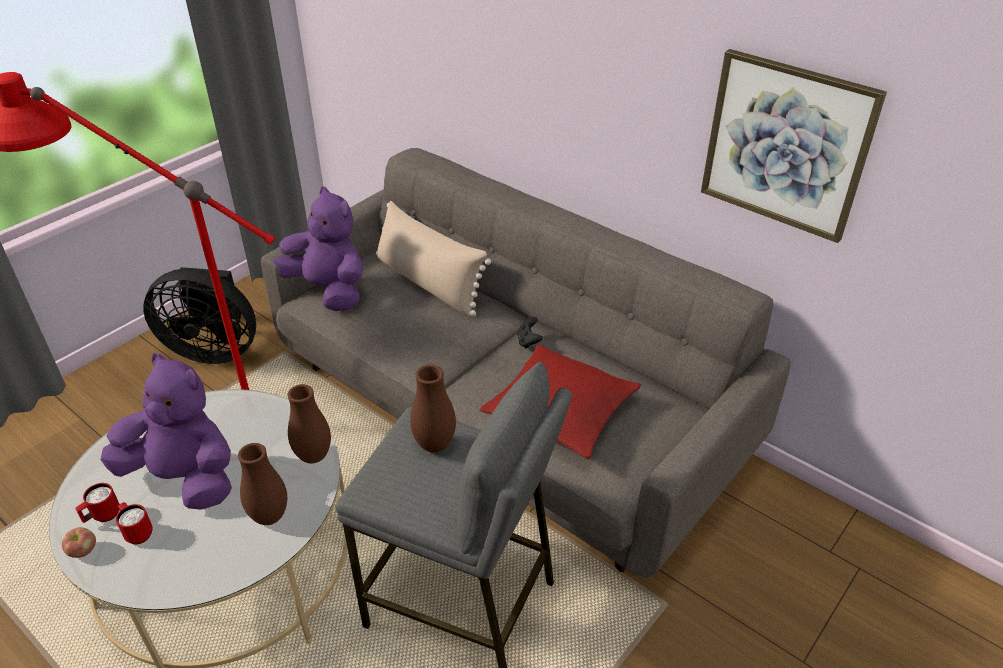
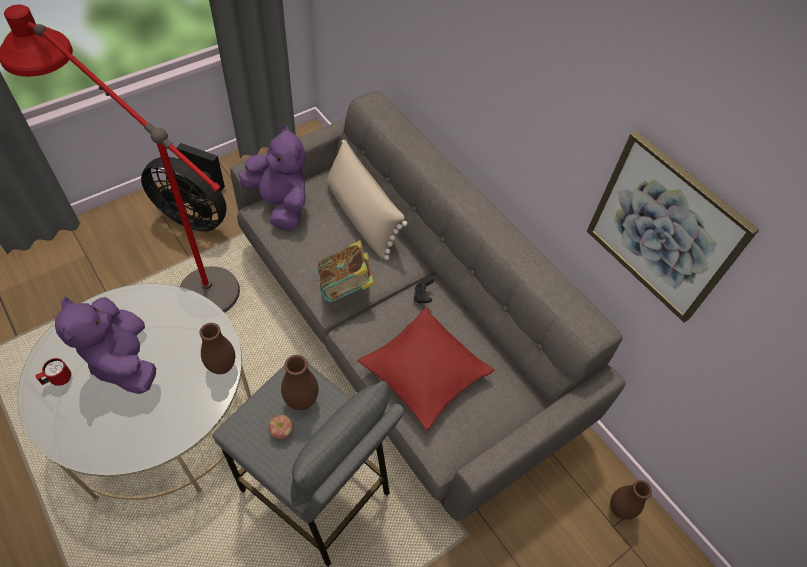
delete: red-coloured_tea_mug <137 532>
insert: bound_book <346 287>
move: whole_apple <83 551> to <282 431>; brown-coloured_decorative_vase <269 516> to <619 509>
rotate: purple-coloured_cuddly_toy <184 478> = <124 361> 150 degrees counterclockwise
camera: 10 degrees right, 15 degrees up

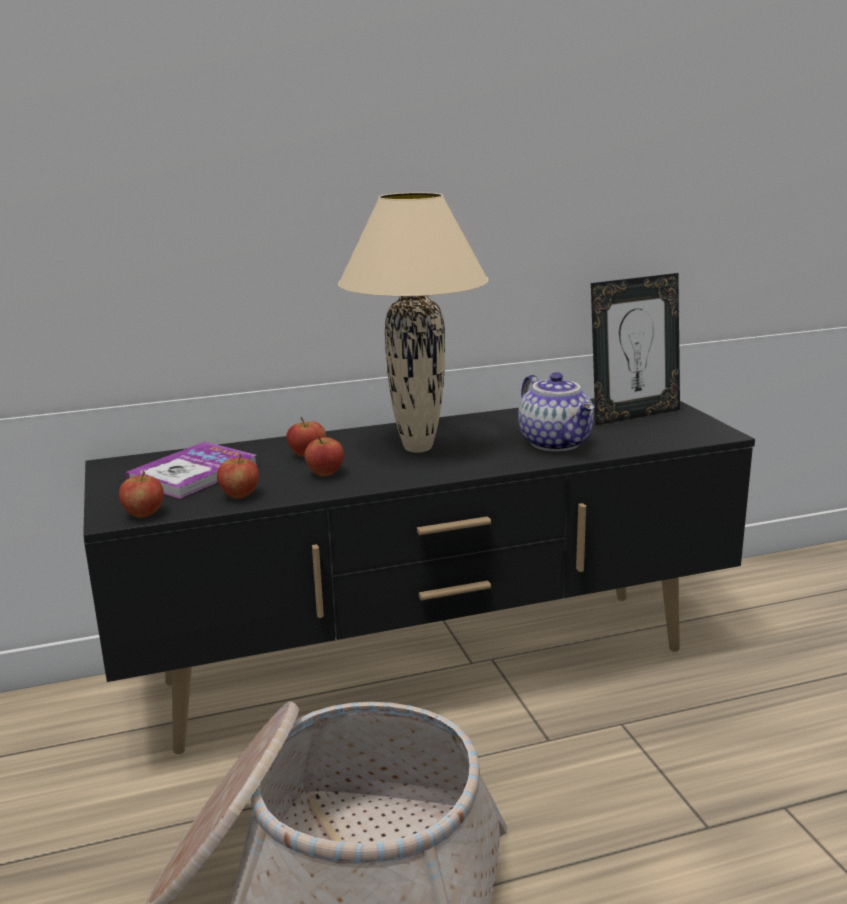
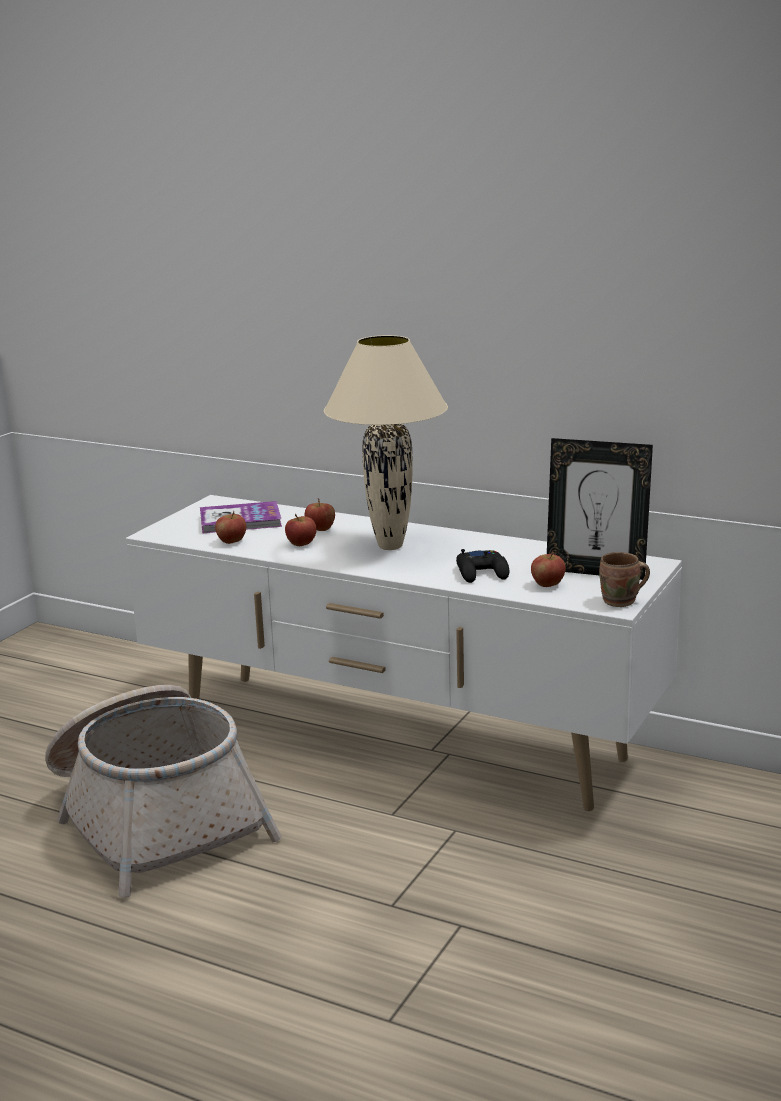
insert: brown-coloured_tea_mug <621 602>
move: whole_apple <143 514> to <547 584>
replace: pot_for_tea <557 443> to black_gamepad <482 573>
recolor: black_media_console <430 668> to whitish_media_console <399 740>
camera: 45 degrees right, 0 degrees up

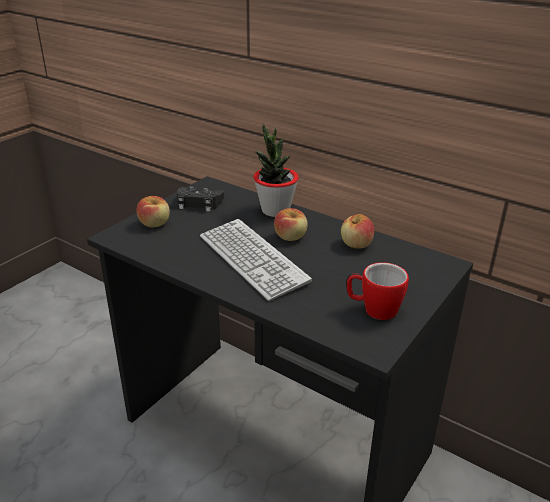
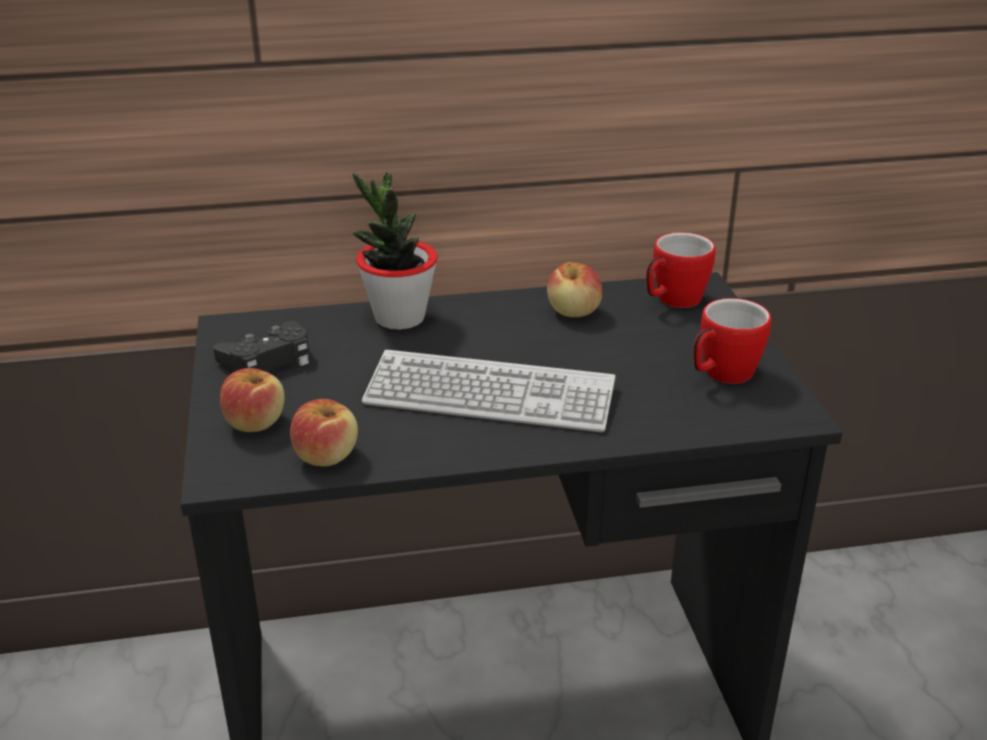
insert: tea_mug <672 301>
move: whole_apple <290 237> to <326 455>
camera: 45 degrees left, 0 degrees up

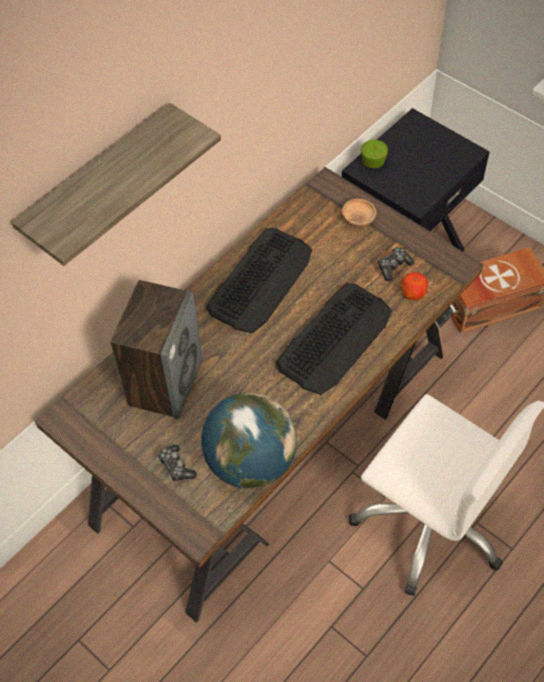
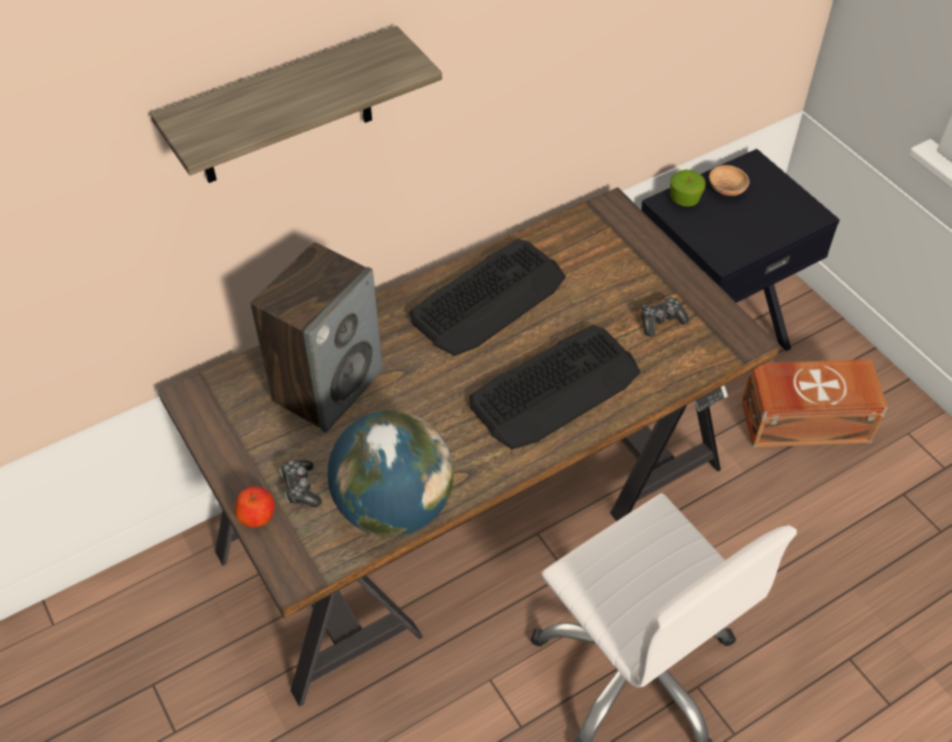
move: whole_apple <413 293> to <257 515>; brown-coloured_bowl <358 219> to <726 189>
camera: 15 degrees right, 5 degrees down

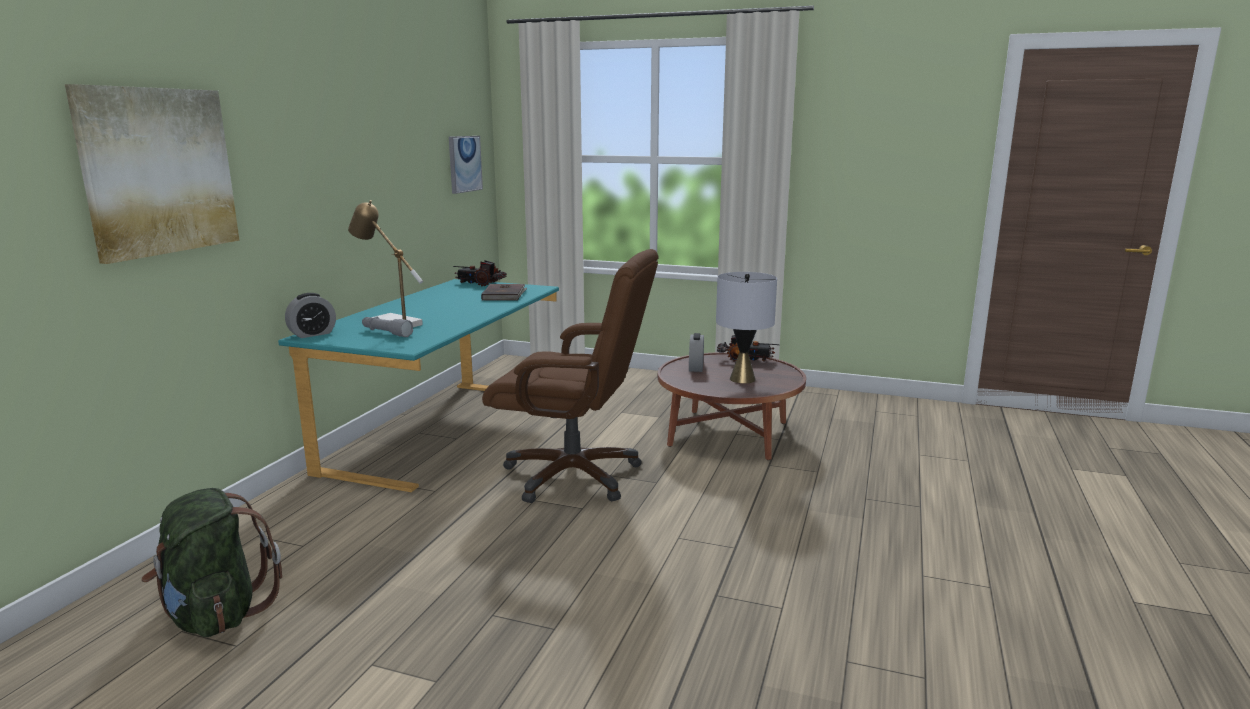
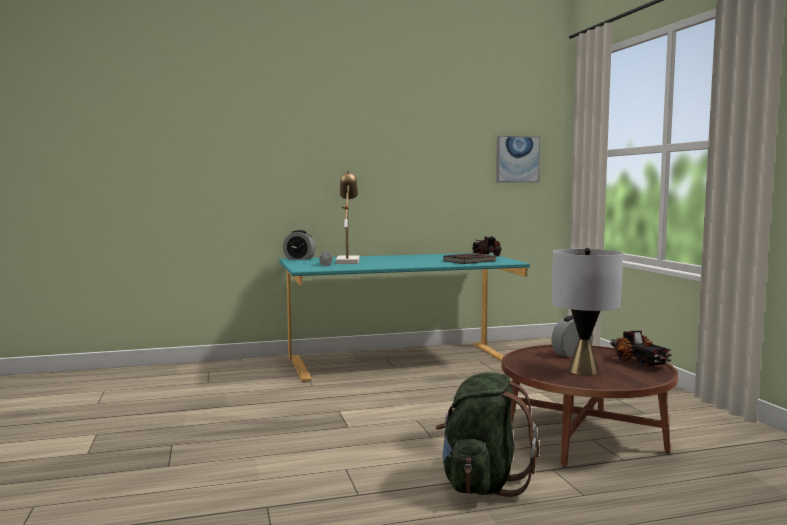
delete: wall_art <158 171>; brown-coloured_desk_chair <574 475>
move: greenish_backpack <216 615> to <482 484>
camera: 55 degrees right, 10 degrees down

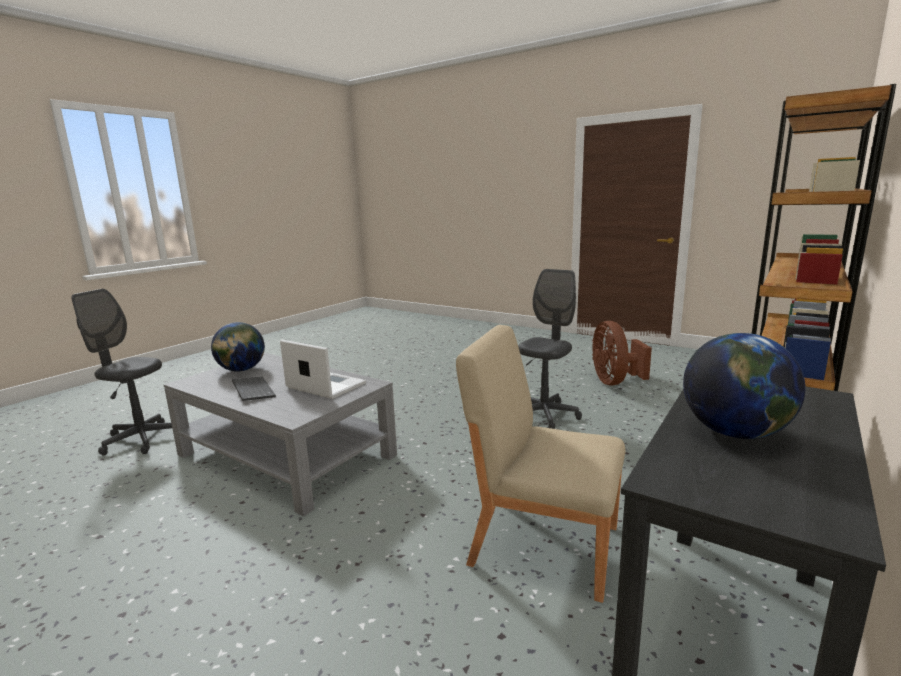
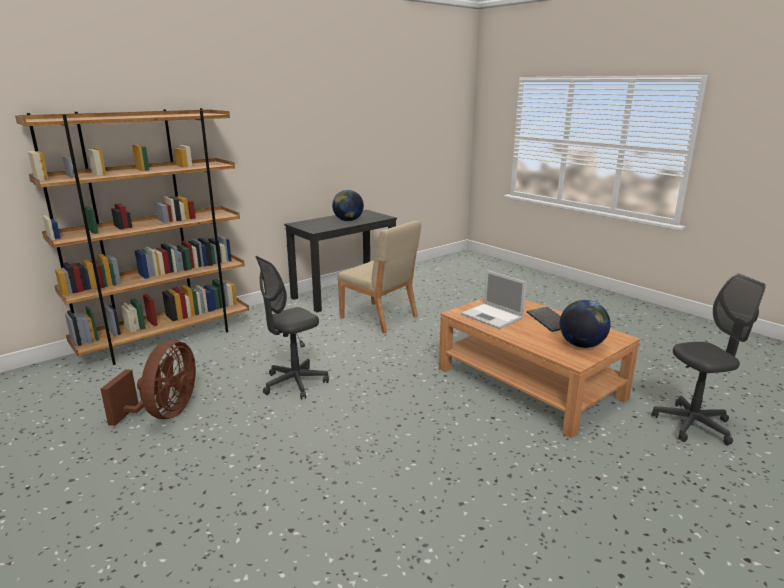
recolor: greyish_low_table <284 455> to brown-coloured_low_table <530 383>
rotate: greyish_desk_chair <141 439> = <692 425> 45 degrees counterclockwise
camera: 165 degrees left, 5 degrees up

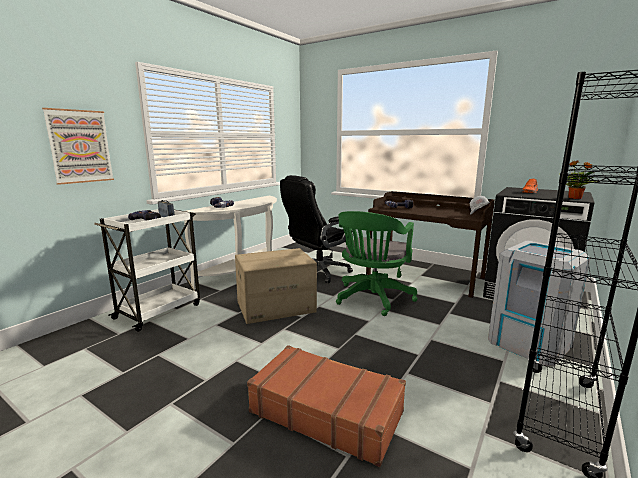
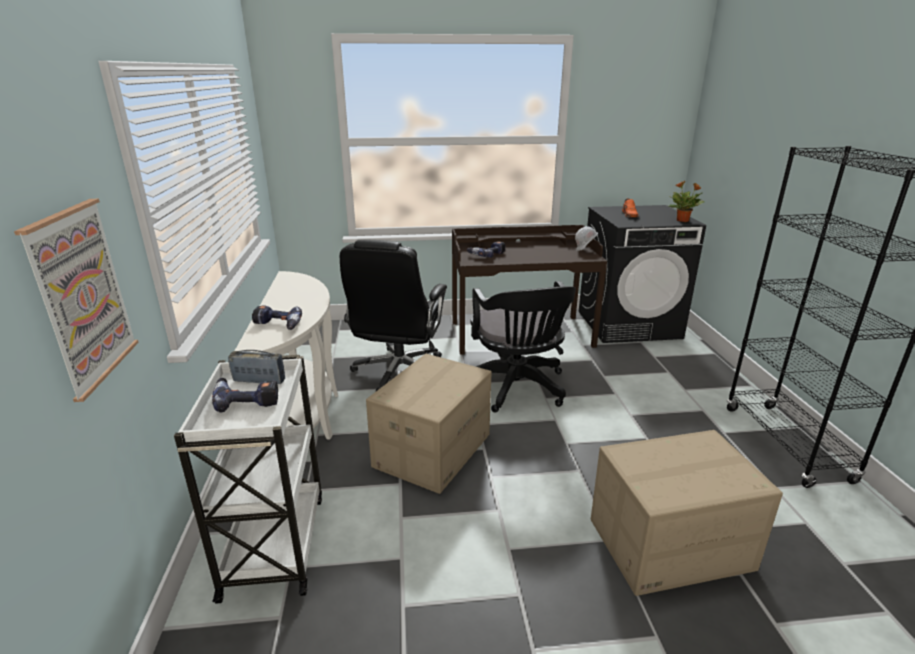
delete: greyish_rubbish_bin <529 343>
replace: brown-coloured_travel_case <326 411> to carton <669 545>
recolor: greenish_desk_chair <372 299> to black_desk_chair <517 389>
camera: 40 degrees left, 10 degrees up

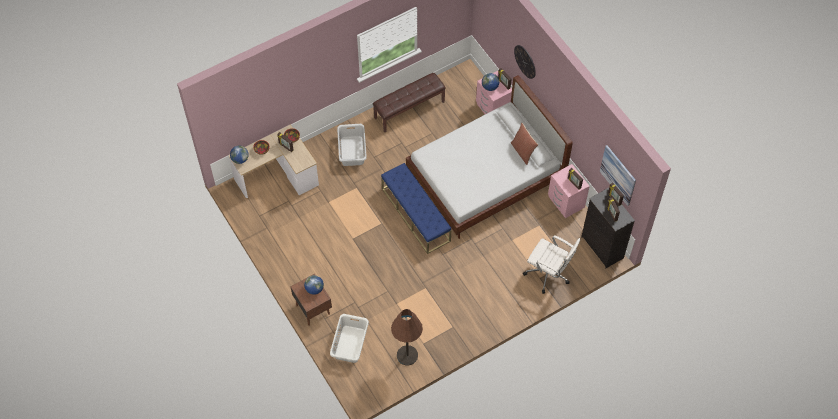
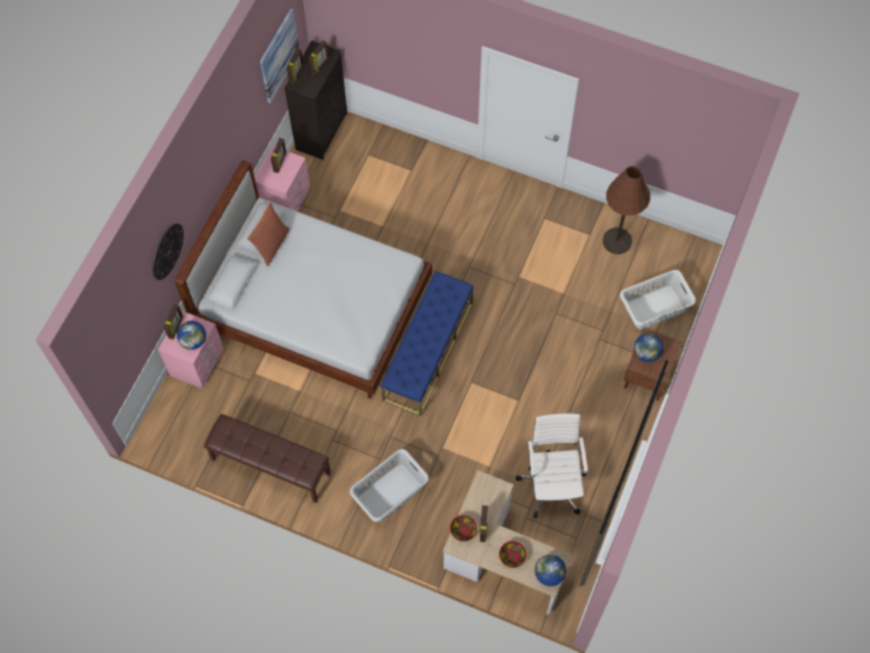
move: whitish_desk_chair <549 273> to <553 483>
camera: 125 degrees left, 5 degrees up

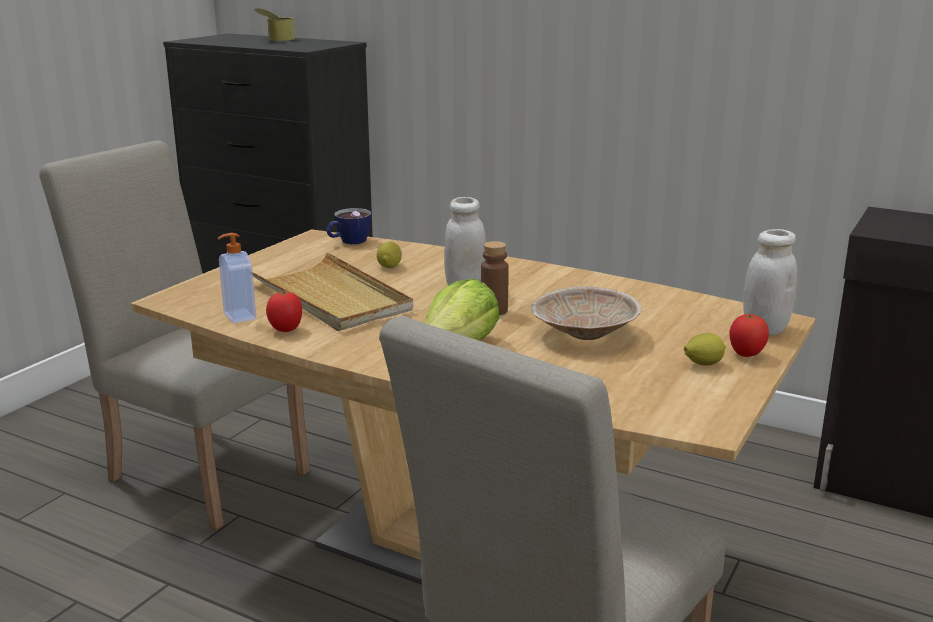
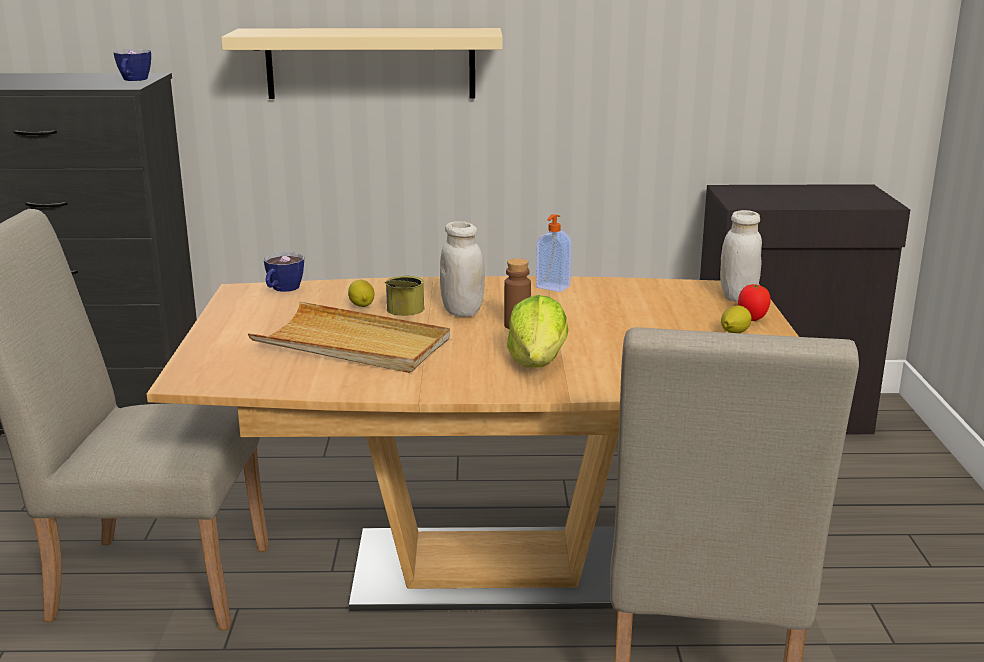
delete: whole_tomato <286 330>; beige_bowl <583 335>
insert: drinking_cup <133 80>; beige_bracket_shelf <370 63>
move: can <276 40> to <404 313>; soap_bottle <238 316> to <552 287>
camera: 30 degrees left, 0 degrees up

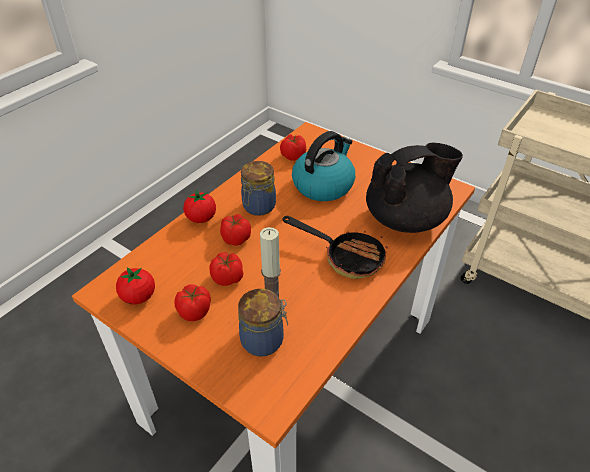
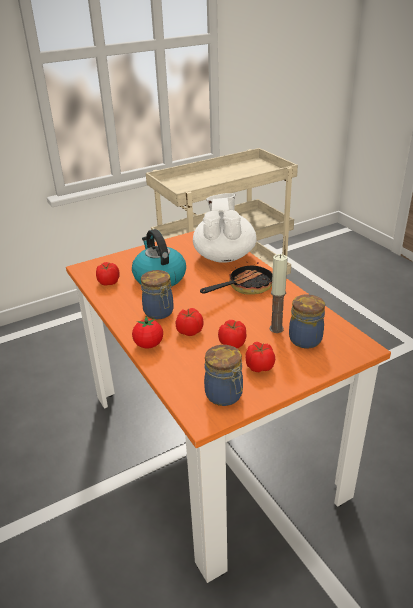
replace: whole_tomato <139 297> to storage_jar <225 395>
recolor: black_pot_for_tea <406 219> to whitish_pot_for_tea <224 256>
camera: 65 degrees left, 10 degrees down

